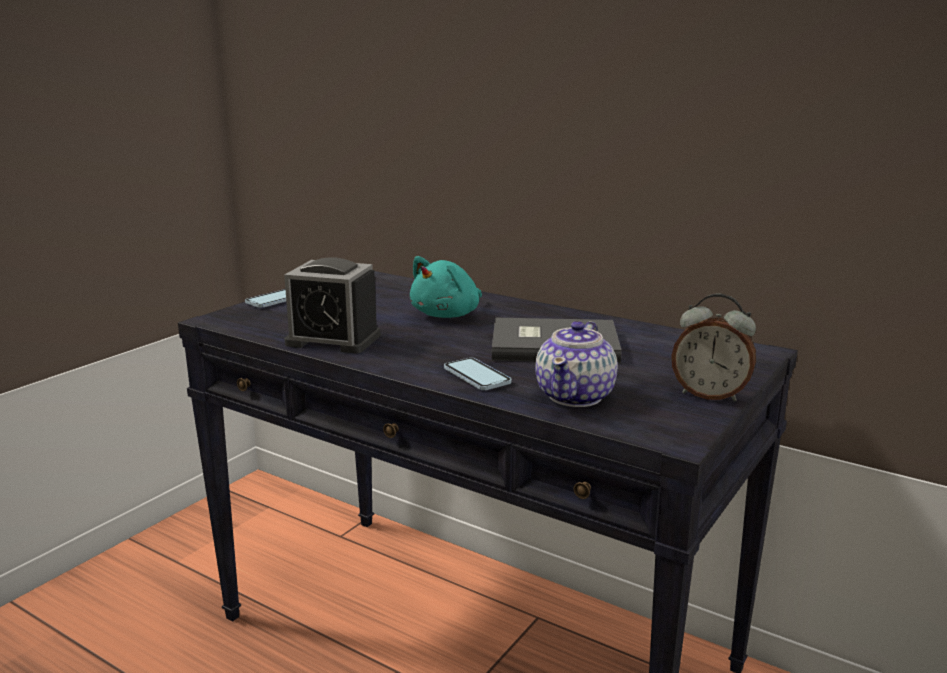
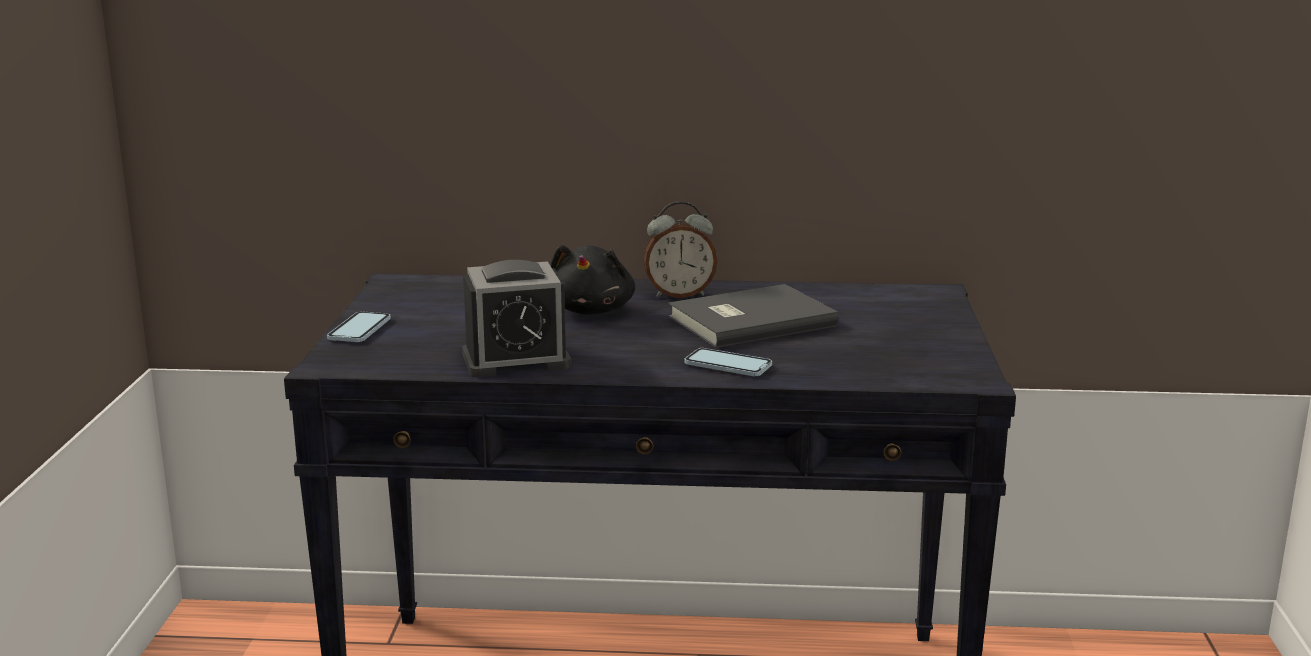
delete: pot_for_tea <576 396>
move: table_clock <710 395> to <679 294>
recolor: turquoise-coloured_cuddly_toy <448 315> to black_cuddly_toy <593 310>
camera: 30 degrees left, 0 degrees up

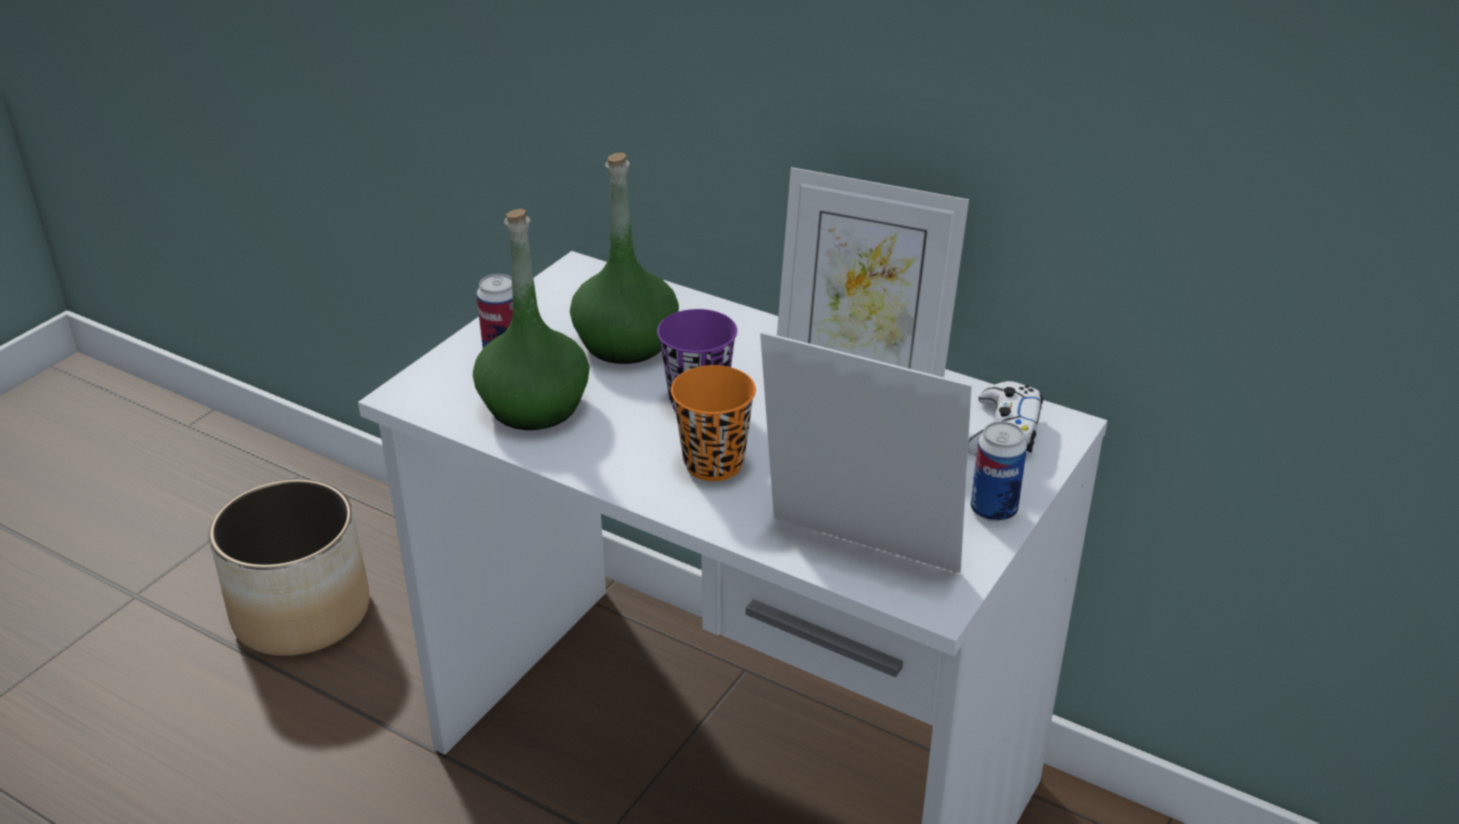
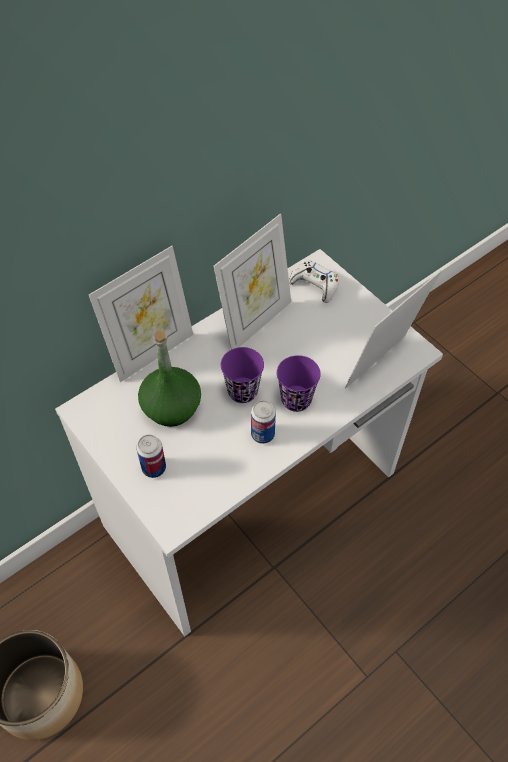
delete: greenish_beverage_bottle <533 406>
insert: standing_frame <151 352>
move: can <993 510> to <262 434>
recolor: orange-coloured_drinking_cup <713 464> to purple-coloured_drinking_cup <296 399>
camera: 70 degrees left, 20 degrees up

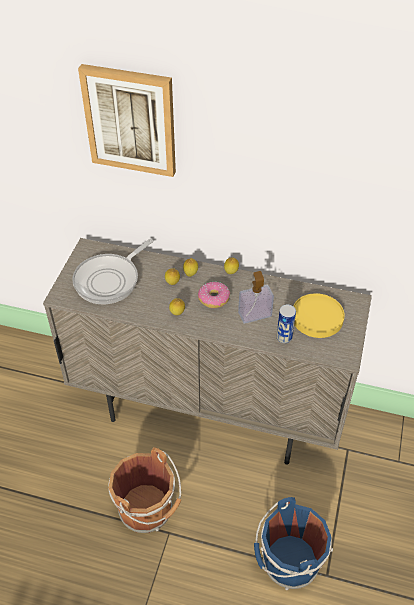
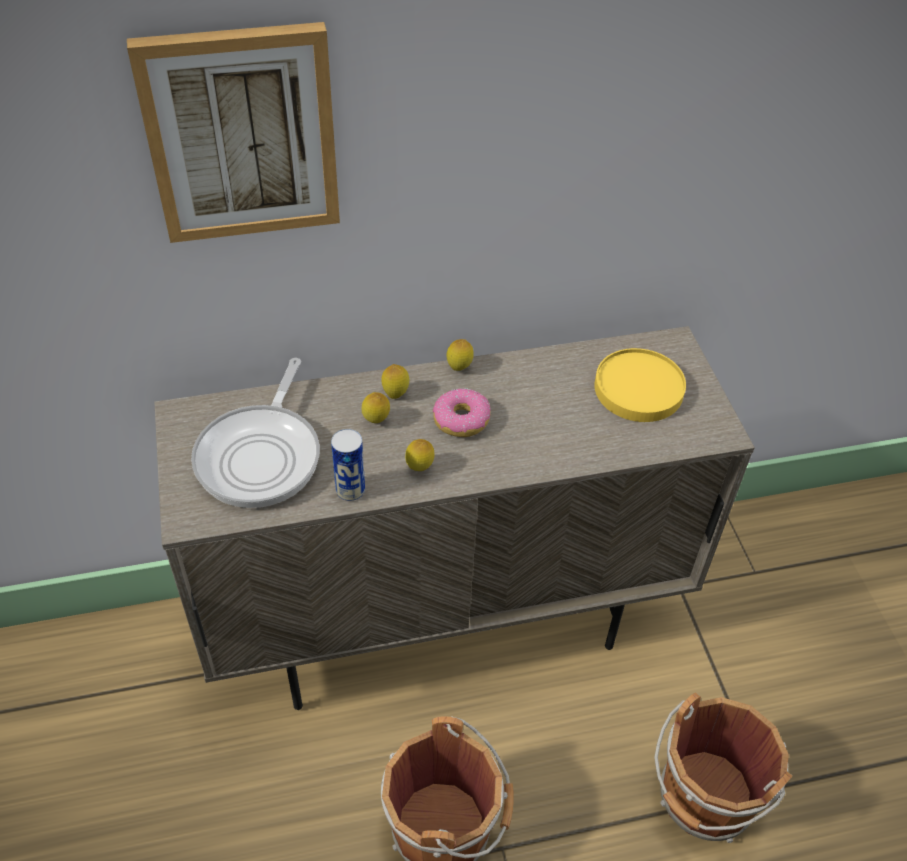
delete: soap_bottle <254 314>
move: can <284 337> to <350 490>
recolor: blue_water_bucket <288 563> to brown-coloured_water_bucket <703 799>
camera: 30 degrees left, 0 degrees up

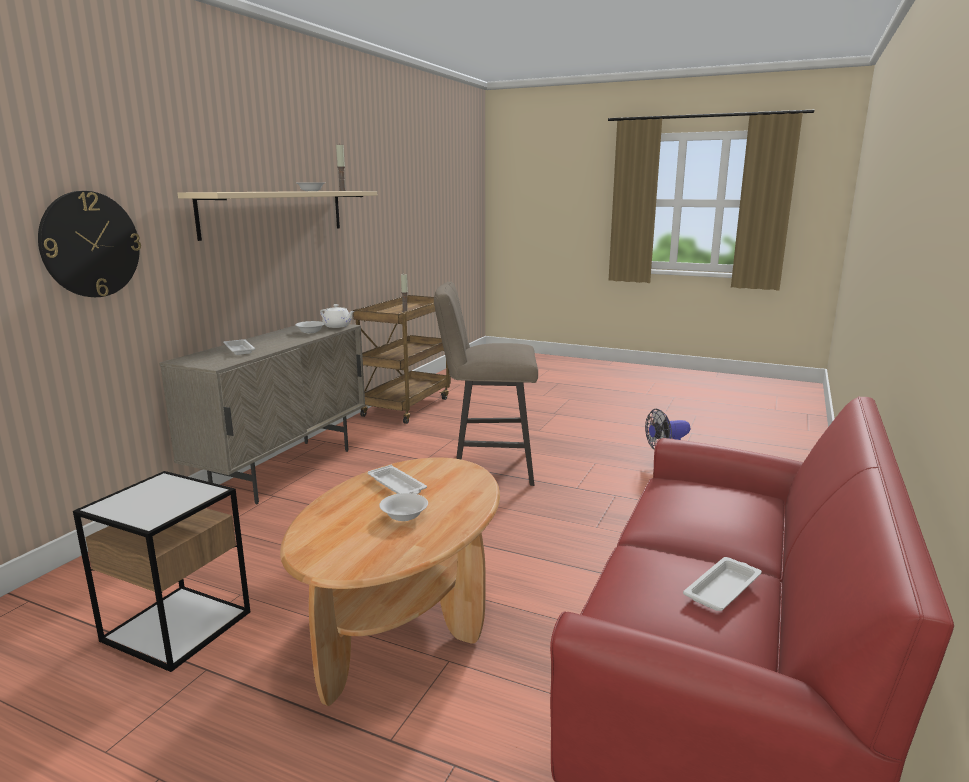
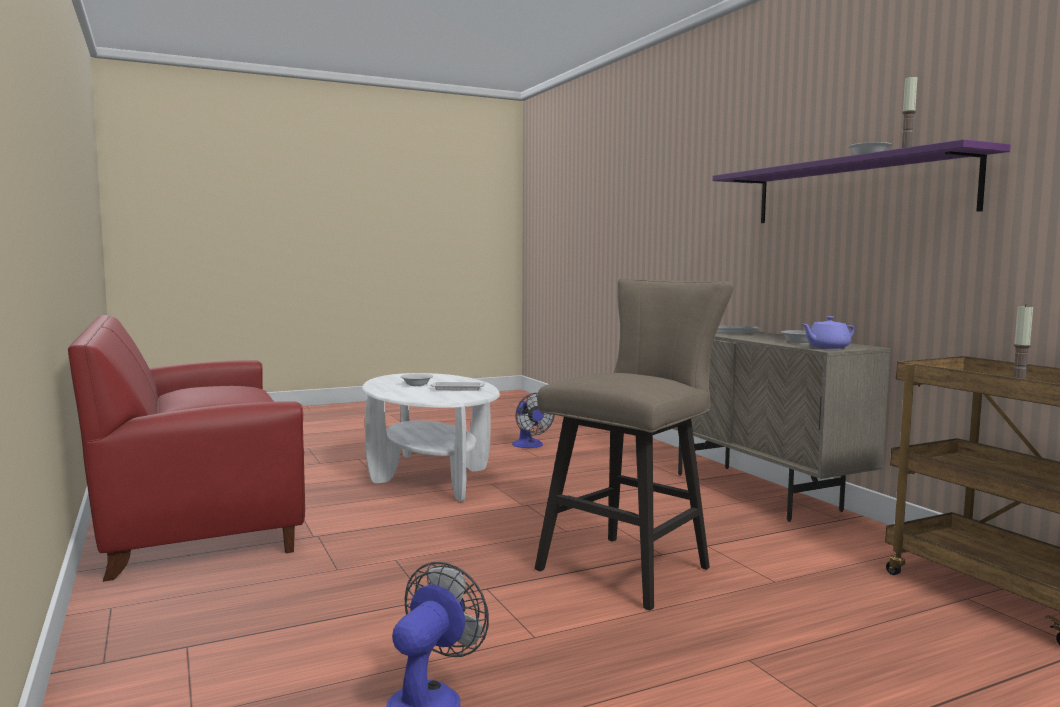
delete: wall_clock <90 244>; whitish_serving_tray <723 588>
replace: end_table <176 626> to electric_fan <530 445>
recolor: brown-coloured_low_table <403 621> to whitish_low_table <430 476>; beige_bracket_shelf <275 212> to purple-coloured_bracket_shelf <856 191>; whitish_pot_for_tea <337 326> to purple-coloured_pot_for_tea <827 348>
camera: 130 degrees right, 10 degrees down

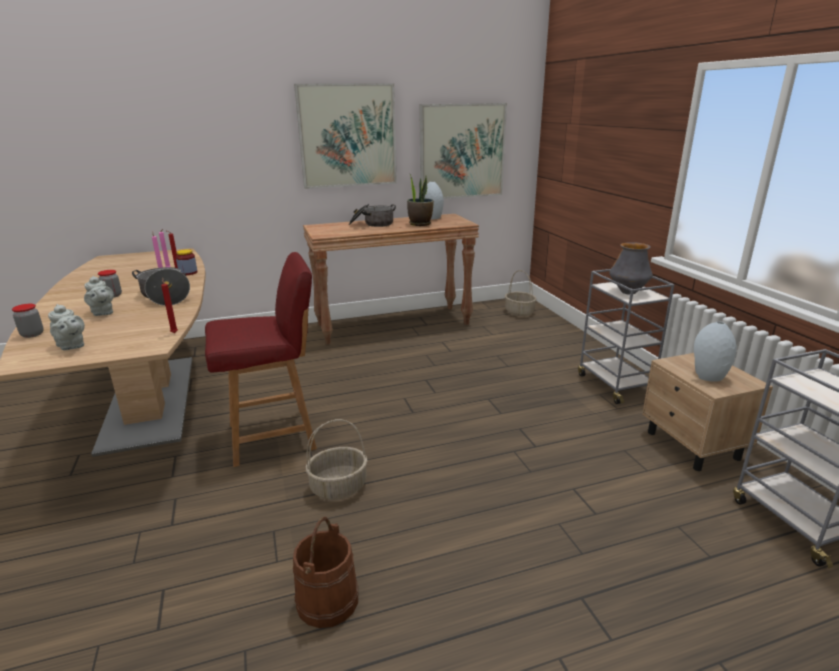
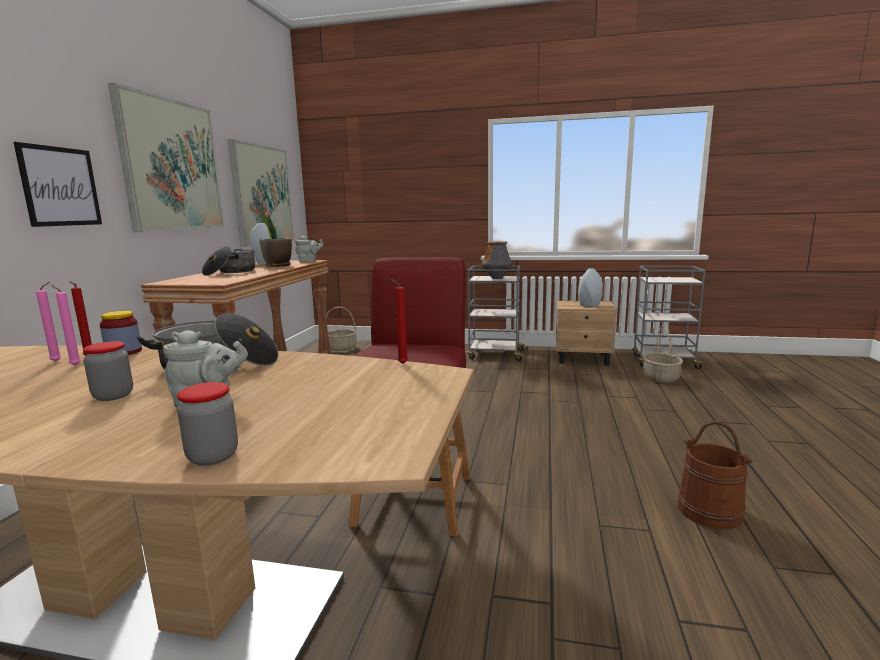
insert: wall_art <60 186>
move: greyish_pot_for_tea <71 346> to <309 261>; storage_basket <338 487> to <661 378>
camera: 60 degrees left, 10 degrees down

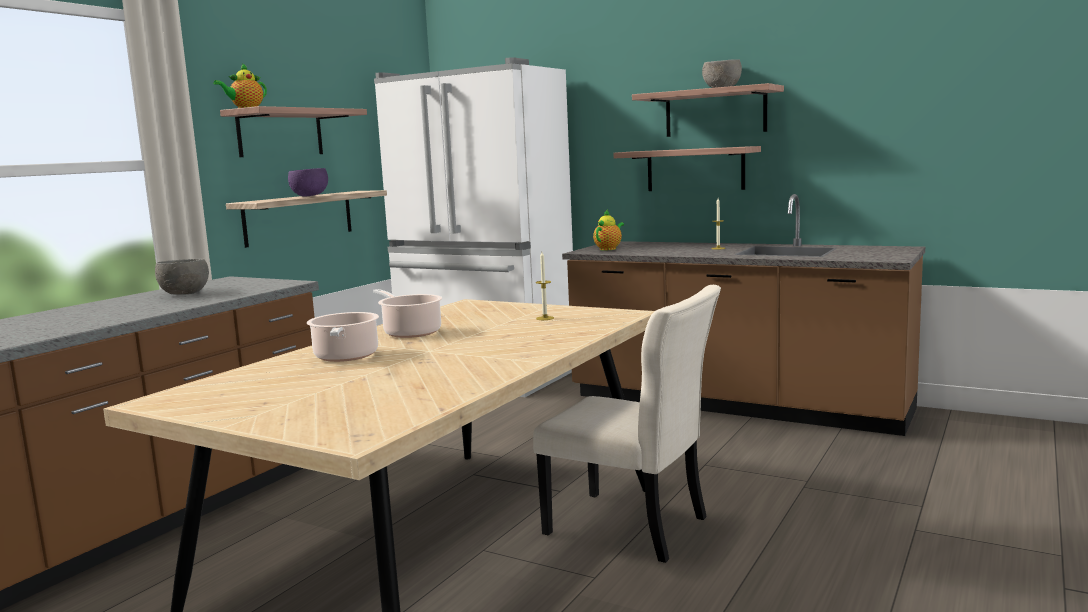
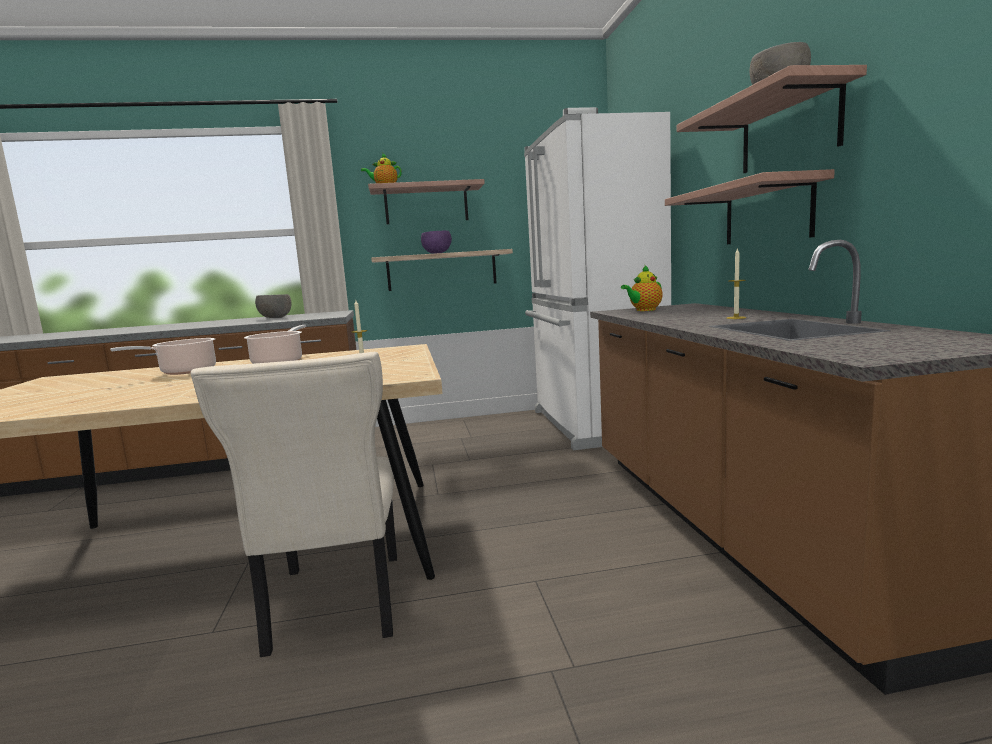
rotate: pot_for_tea <609 249> = <644 310> 150 degrees clockwise
camera: 50 degrees right, 0 degrees up

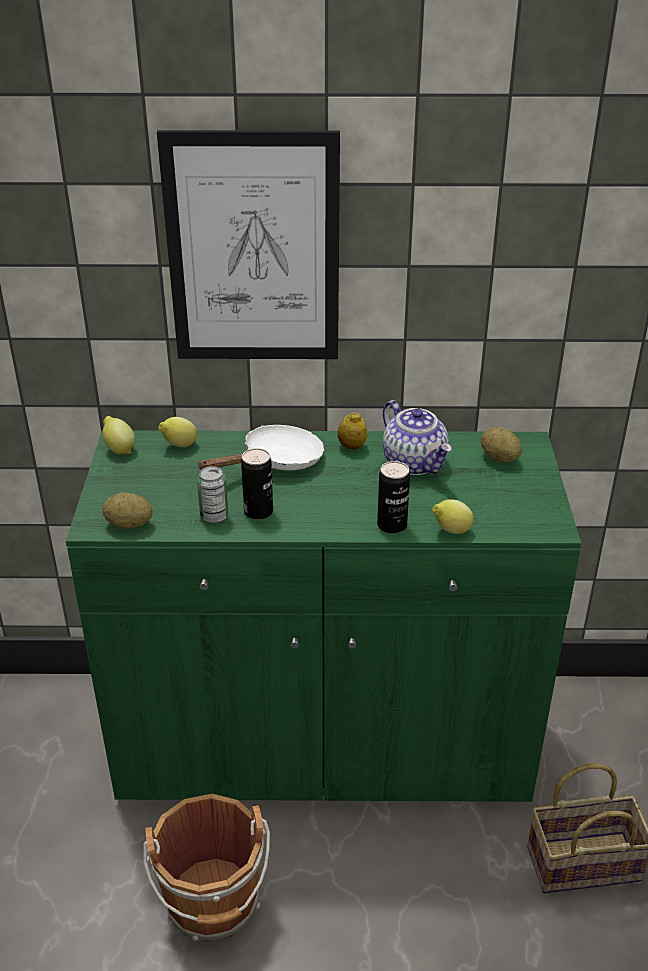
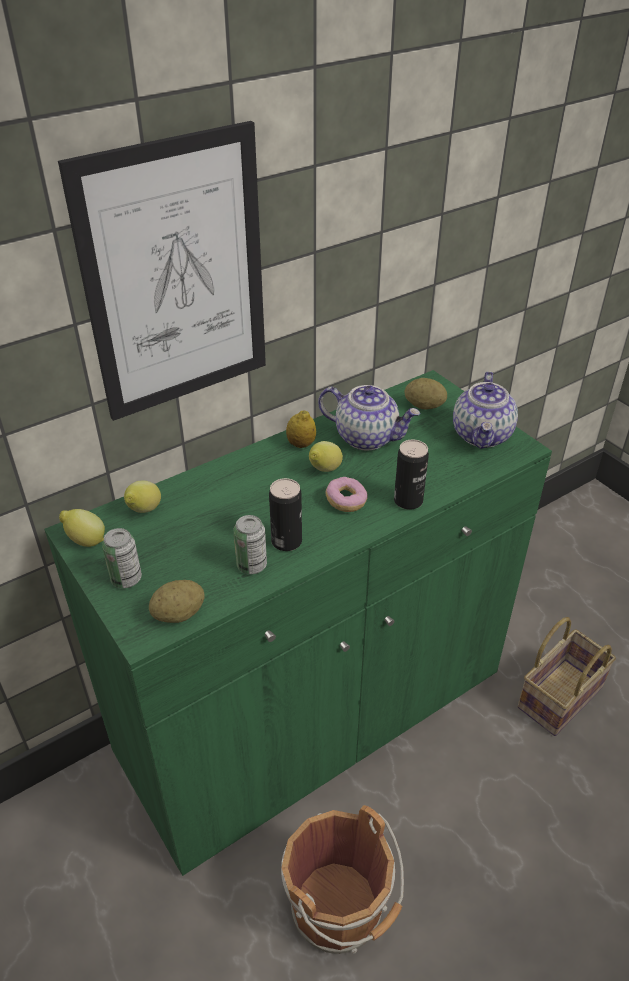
delete: whitish_frying_pan <276 461>
insert: can <126 579>; doughnut <346 501>; pot_for_tea <482 435>
move: whole_lemon <450 531> to <324 470>
camera: 35 degrees left, 5 degrees up

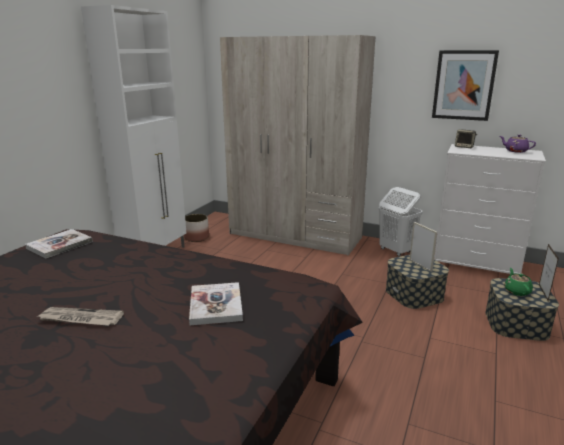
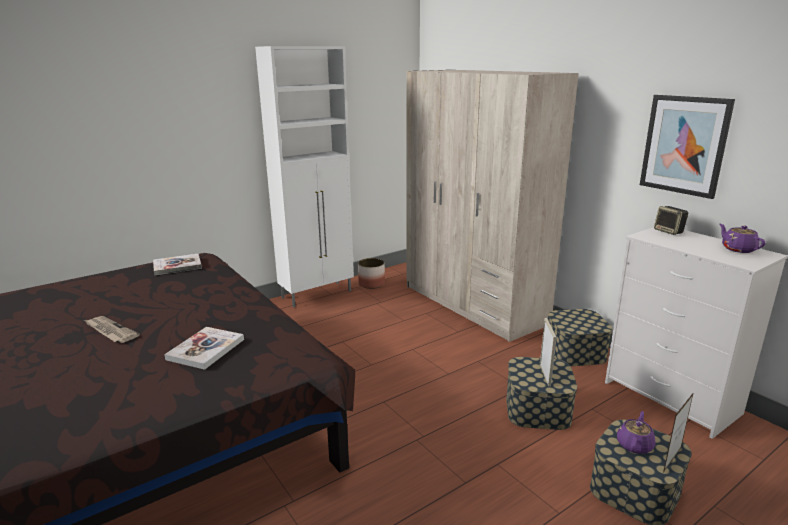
replace: whitish_hamper <395 251> to storage_container <575 351>
recolor: greenish_pot_for_tea <516 291> to purple-coloured_pot_for_tea <634 444>
camera: 30 degrees right, 0 degrees up

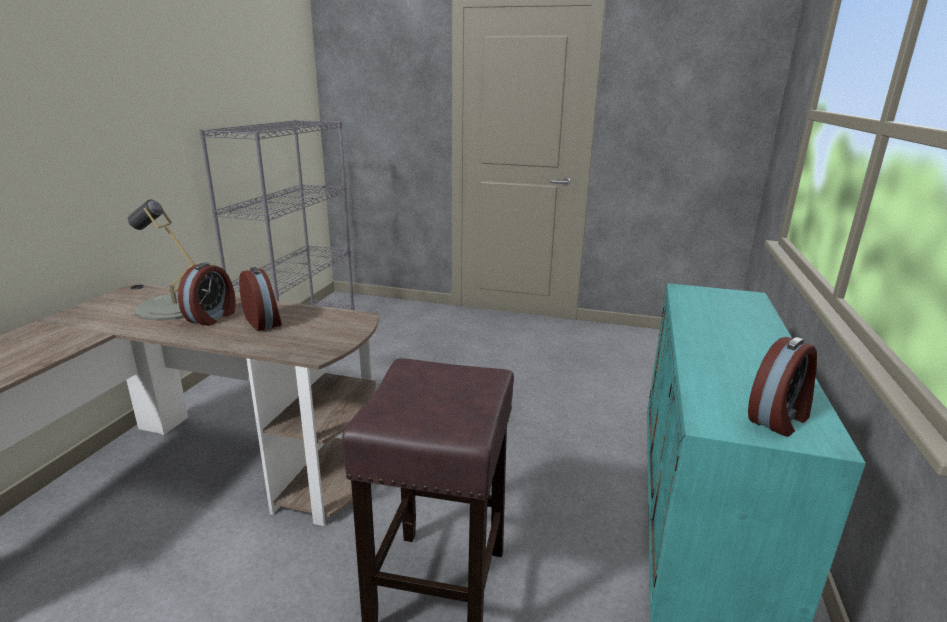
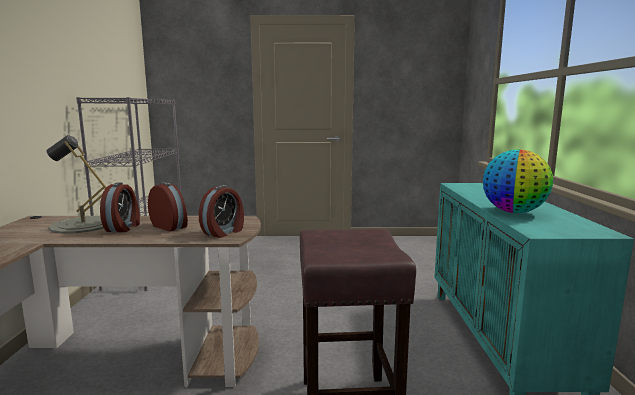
insert: globe <513 212>
move: table_clock <779 418> to <224 232>
camera: 15 degrees left, 10 degrees down

